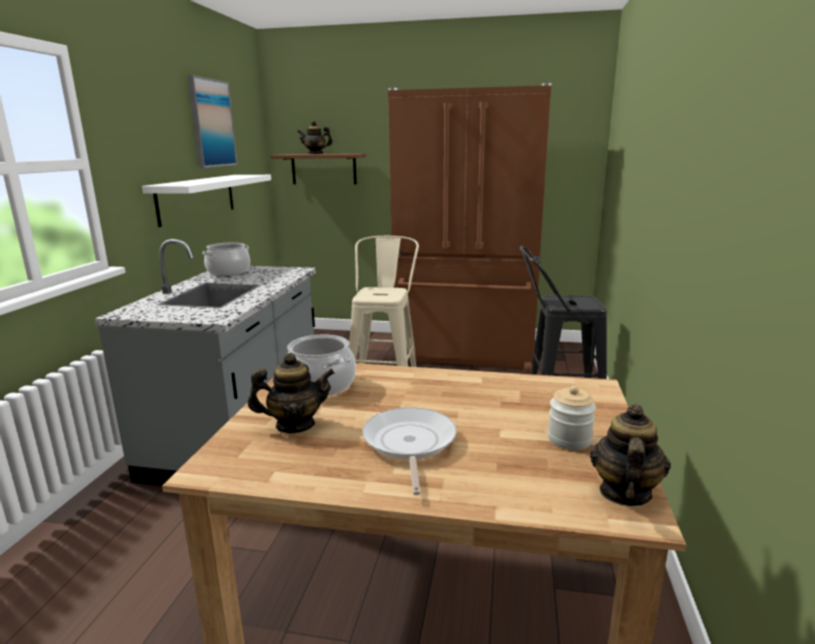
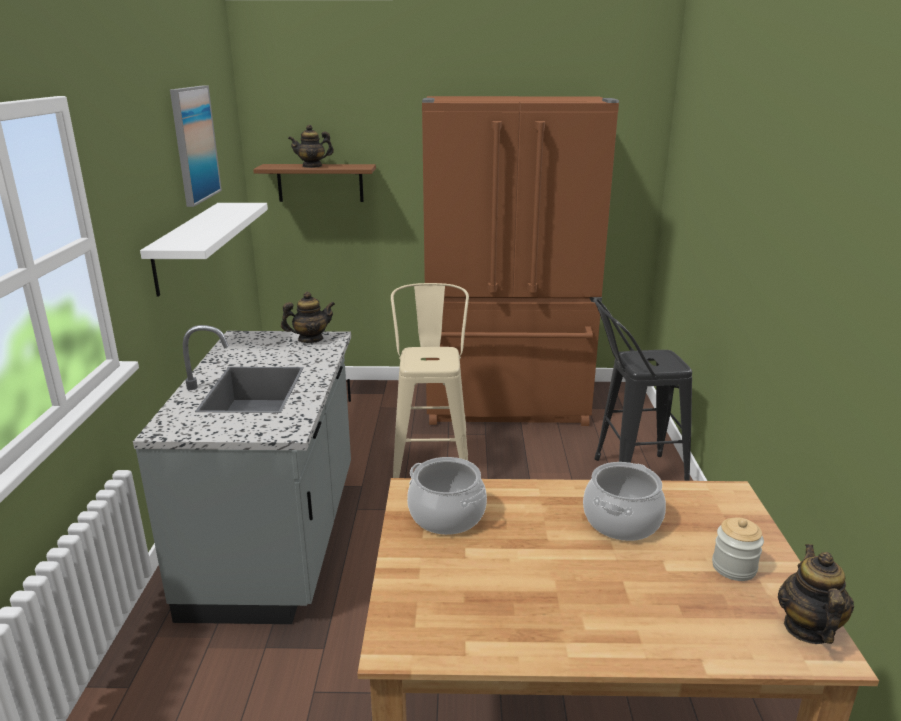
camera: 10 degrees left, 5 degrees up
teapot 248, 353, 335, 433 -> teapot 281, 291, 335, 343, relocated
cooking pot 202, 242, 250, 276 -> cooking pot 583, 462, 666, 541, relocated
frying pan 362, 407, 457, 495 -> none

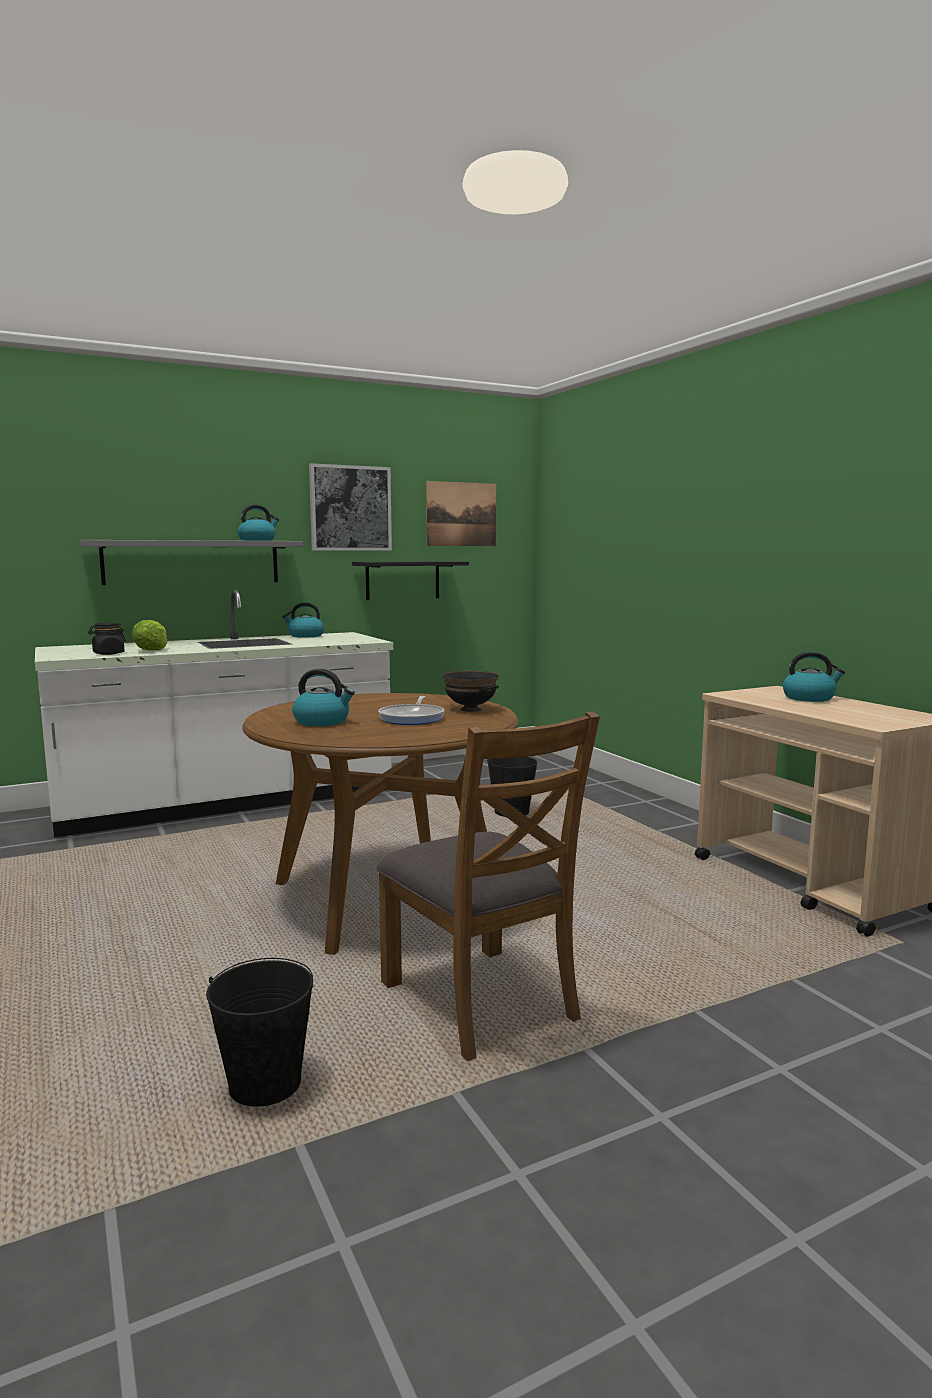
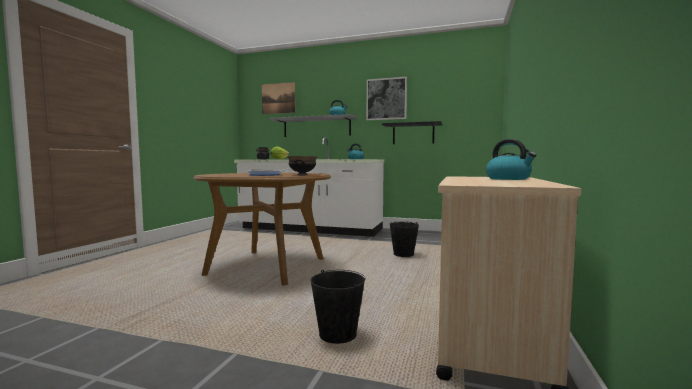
camera: 45 degrees right, 5 degrees down
picture 426, 481, 496, 546 -> picture 262, 82, 295, 114, relocated
black bucket 206, 958, 313, 1107 -> black bucket 310, 270, 366, 344, relocated
kettle 292, 669, 355, 726 -> none
brown chair 377, 711, 600, 1061 -> none

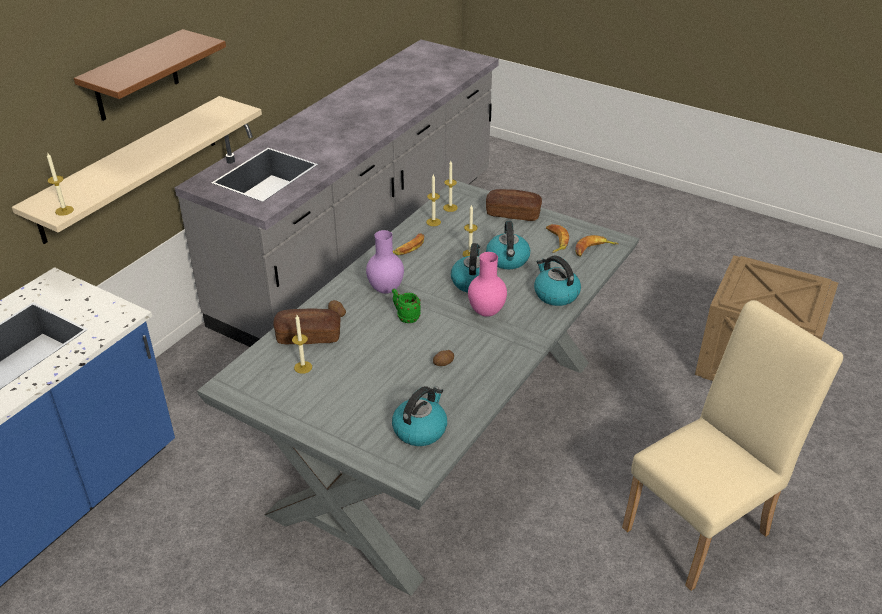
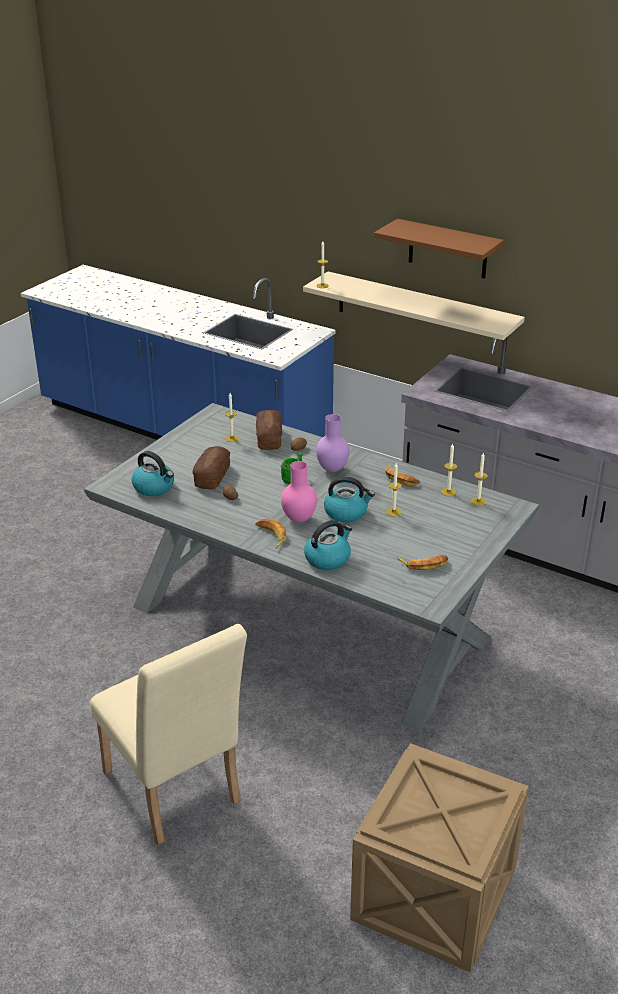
camera: 90 degrees right, 5 degrees down
bread 486, 189, 542, 221 -> bread 192, 446, 230, 489, relocated
banana 575, 235, 618, 257 -> banana 255, 519, 286, 549, relocated
kettle 486, 221, 530, 269 -> none

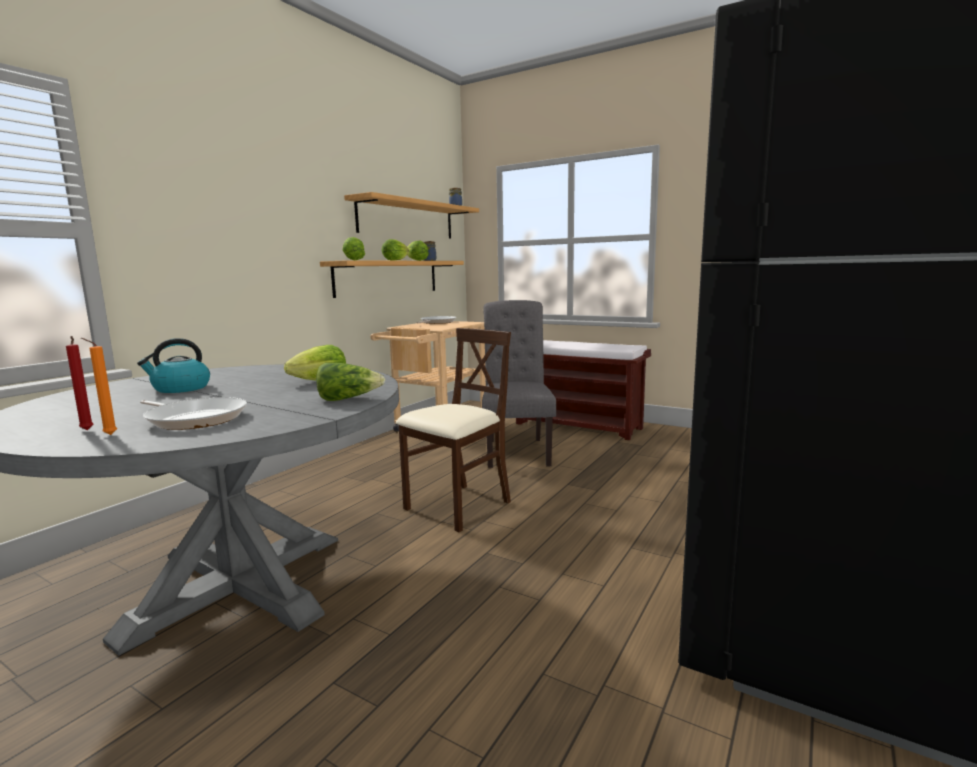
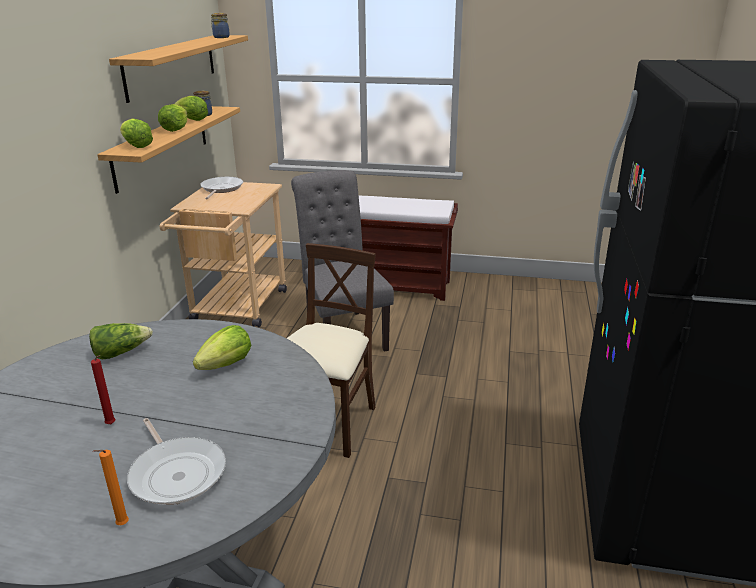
camera: 20 degrees left, 15 degrees up
lettuce 316, 363, 385, 401 -> lettuce 89, 323, 153, 359, relocated
red candle 66, 336, 93, 430 -> red candle 91, 355, 116, 424, relocated
frying pan 140, 397, 247, 430 -> frying pan 127, 418, 226, 505, 45 degrees clockwise
kettle 137, 338, 210, 393 -> none

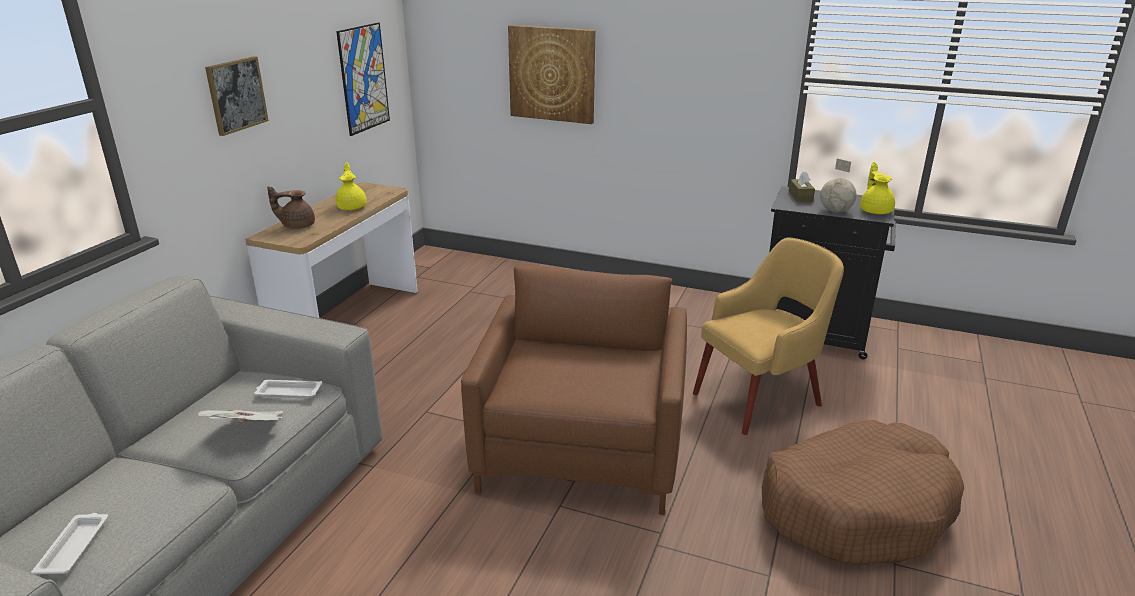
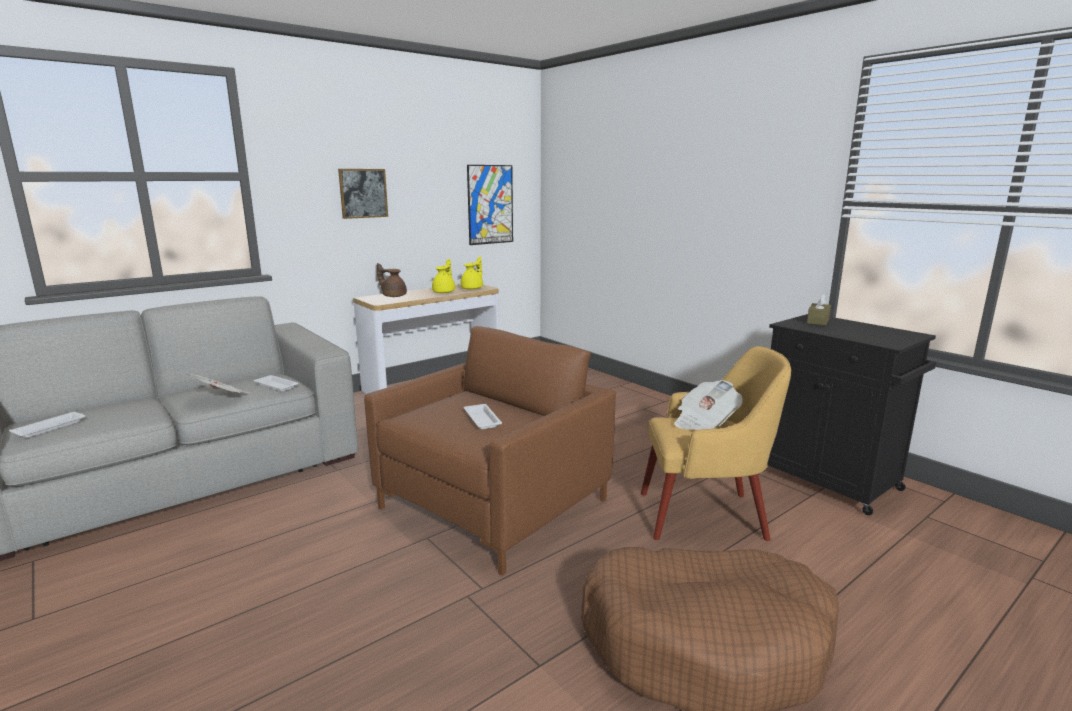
camera: 30 degrees right, 10 degrees down
yellow teapot 860, 162, 895, 214 -> yellow teapot 460, 256, 483, 289, relocated
none -> white tray 464, 404, 502, 429
none -> newspaper 674, 380, 743, 430
picture 508, 25, 596, 124 -> none
globe 820, 159, 857, 213 -> none

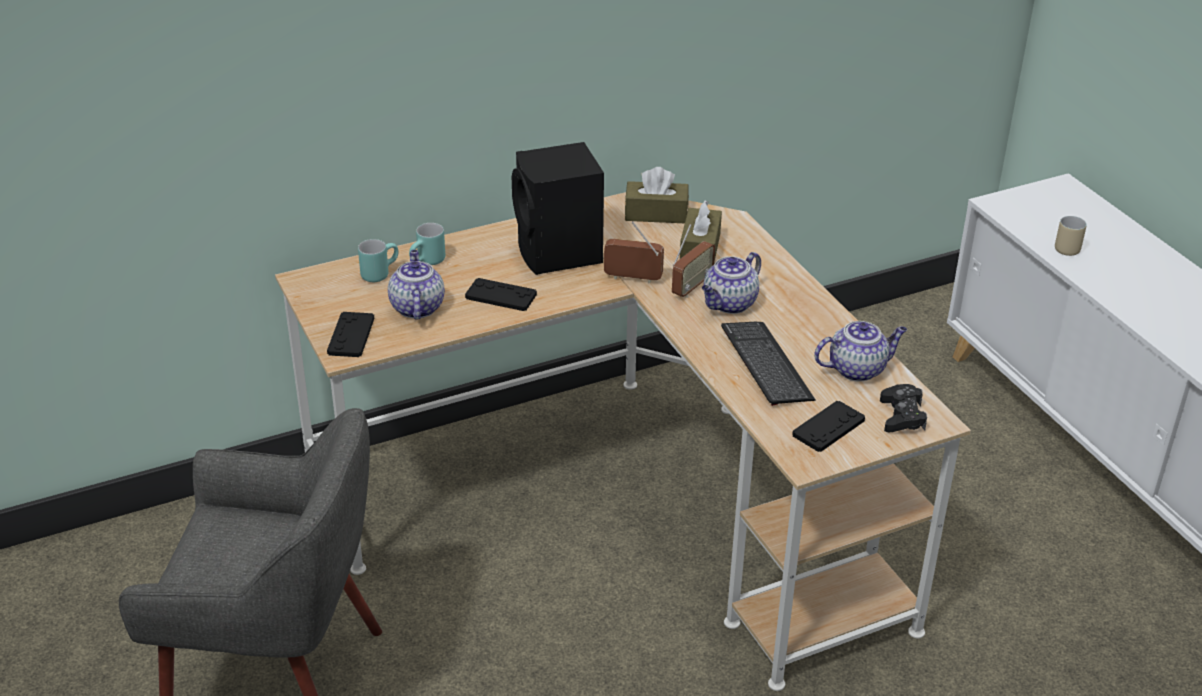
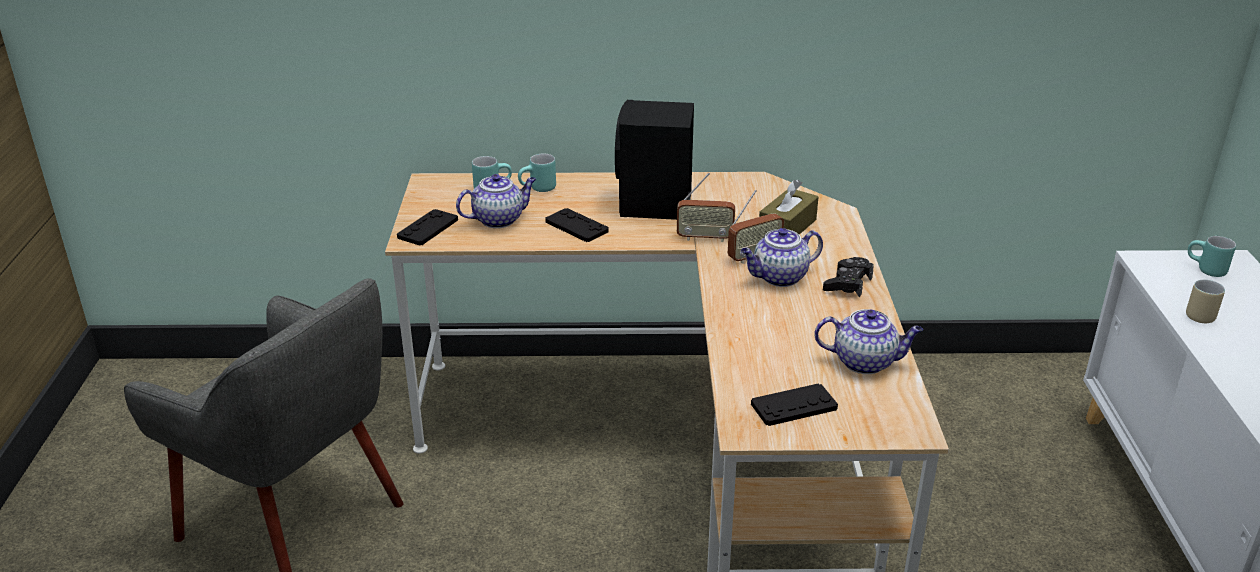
camera: 25 degrees right, 5 degrees down
teapot 388, 250, 445, 320 -> teapot 456, 174, 536, 228, 45 degrees clockwise
radio 604, 221, 664, 283 -> radio 677, 173, 735, 242, 150 degrees clockwise
black game controller 880, 384, 927, 432 -> black game controller 823, 257, 874, 298, relocated
none -> turquoise mug 1188, 236, 1236, 277
brown tissue box 625, 167, 689, 223 -> none
keyboard 721, 322, 816, 406 -> none

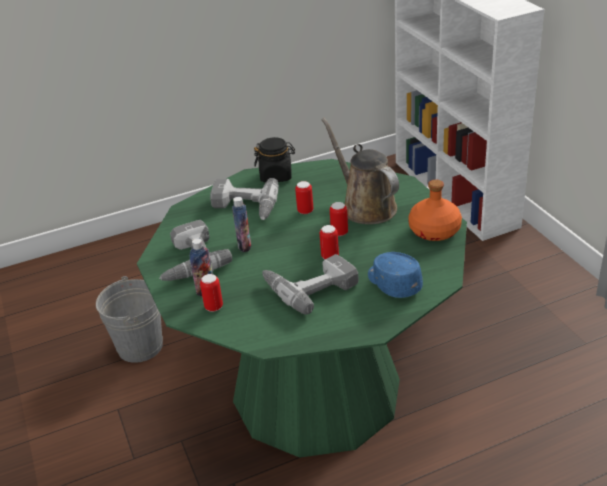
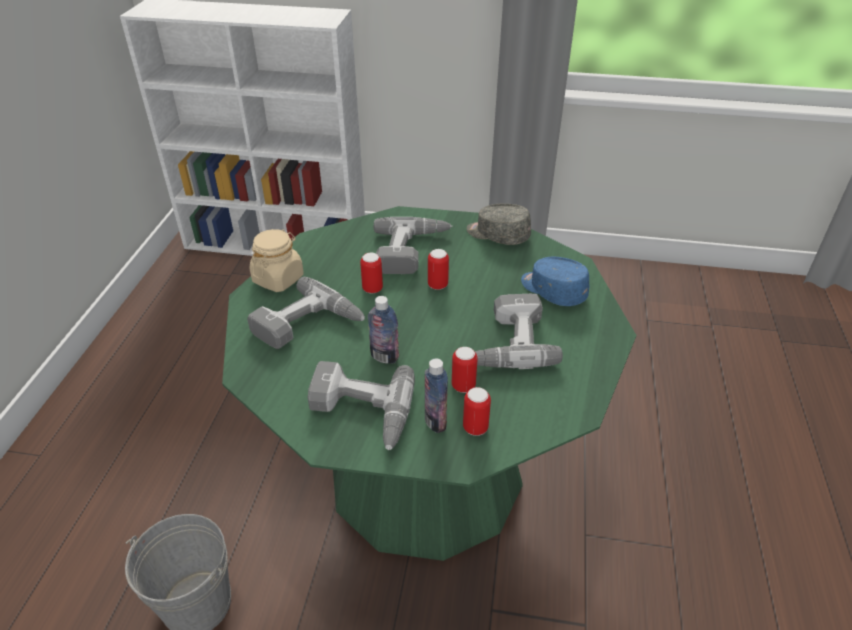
camera: 60 degrees left, 5 degrees up
black jar 254, 137, 295, 183 -> beige jar 250, 229, 304, 292
brown watering can 321, 118, 399, 224 -> power drill 374, 217, 452, 274
can 320, 225, 339, 260 -> can 452, 347, 478, 393, relocated
orange bottle 408, 180, 462, 241 -> grey cap 467, 204, 531, 245
blue cap 368, 252, 423, 298 -> blue cap 521, 256, 590, 306, 45 degrees clockwise

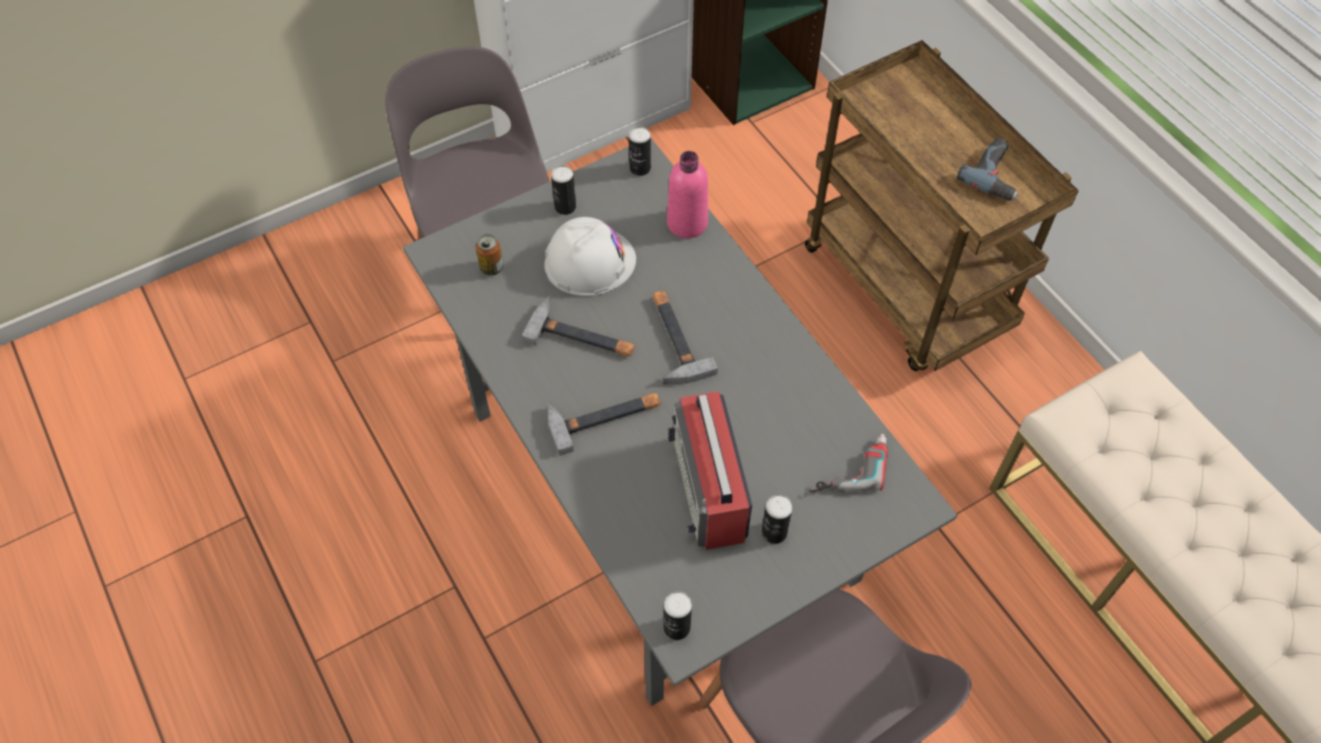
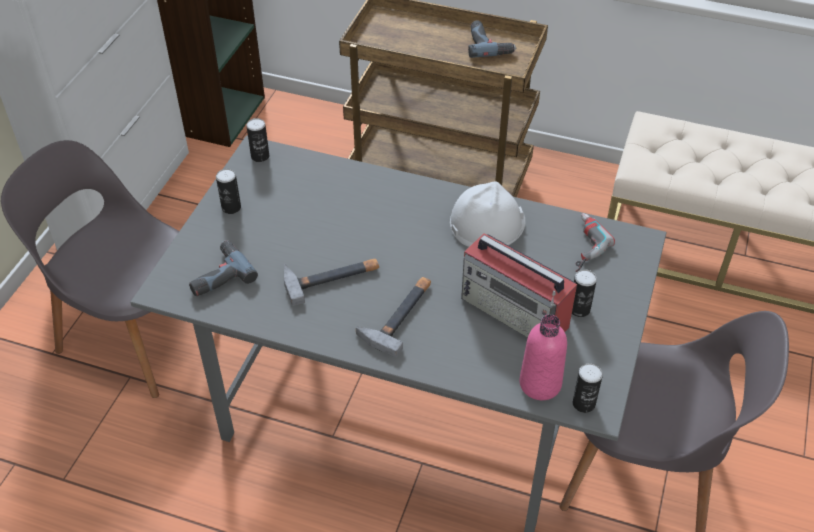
camera: 40 degrees left, 10 degrees down
can 476, 234, 503, 275 -> power drill 189, 241, 258, 296
white hard hat 544, 217, 636, 296 -> white hard hat 450, 181, 526, 247, relocated
pink bottle 667, 151, 708, 238 -> pink bottle 520, 314, 567, 400, relocated
hammer 653, 290, 718, 385 -> none

